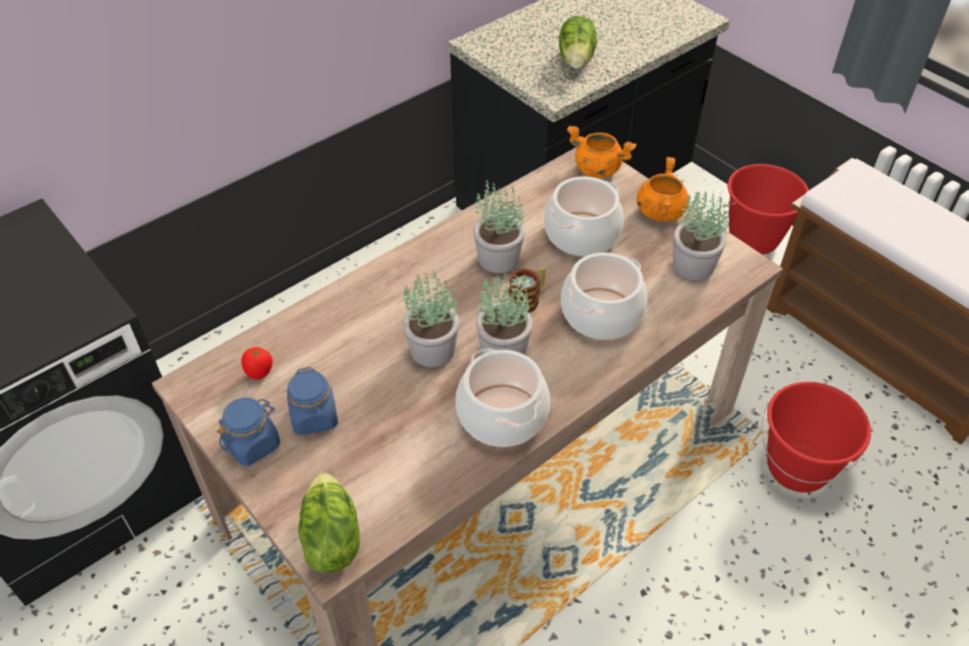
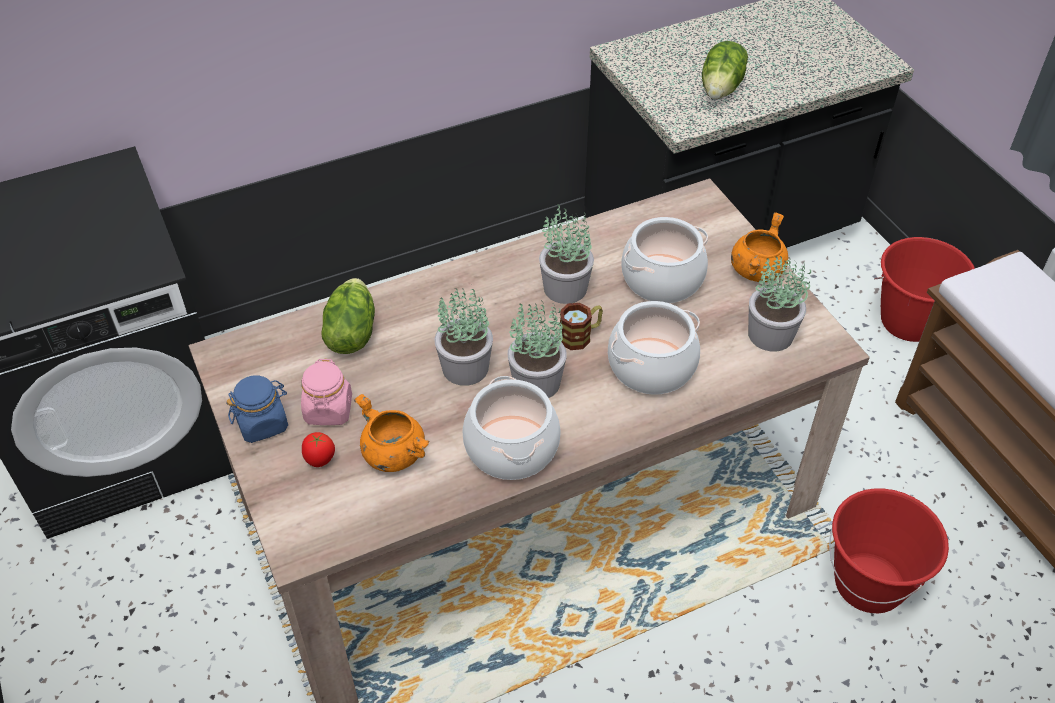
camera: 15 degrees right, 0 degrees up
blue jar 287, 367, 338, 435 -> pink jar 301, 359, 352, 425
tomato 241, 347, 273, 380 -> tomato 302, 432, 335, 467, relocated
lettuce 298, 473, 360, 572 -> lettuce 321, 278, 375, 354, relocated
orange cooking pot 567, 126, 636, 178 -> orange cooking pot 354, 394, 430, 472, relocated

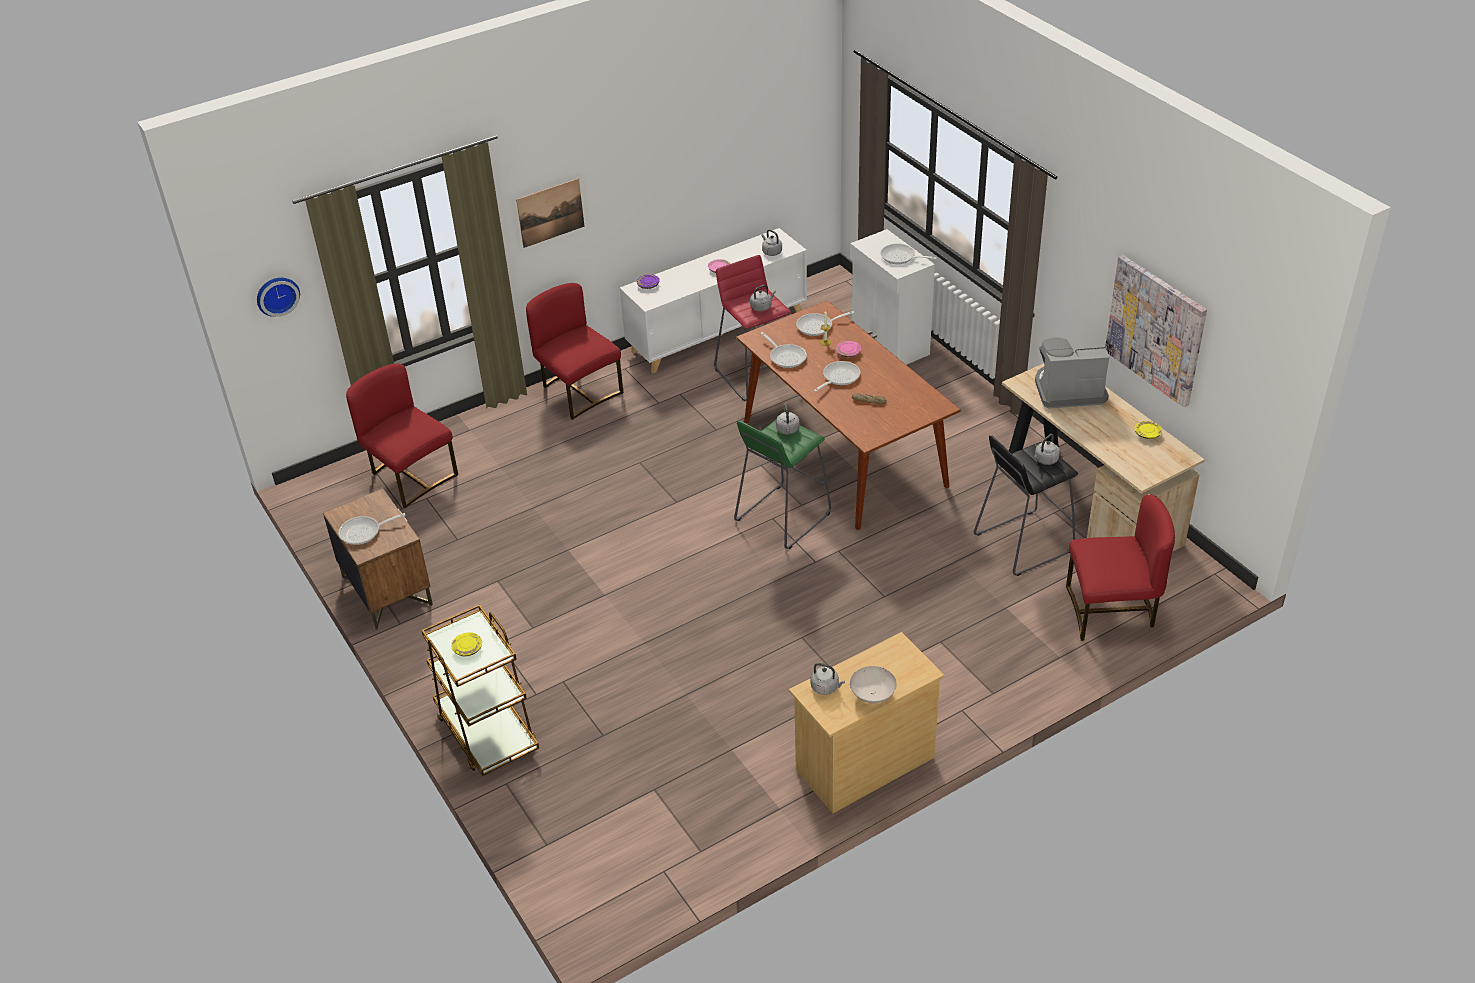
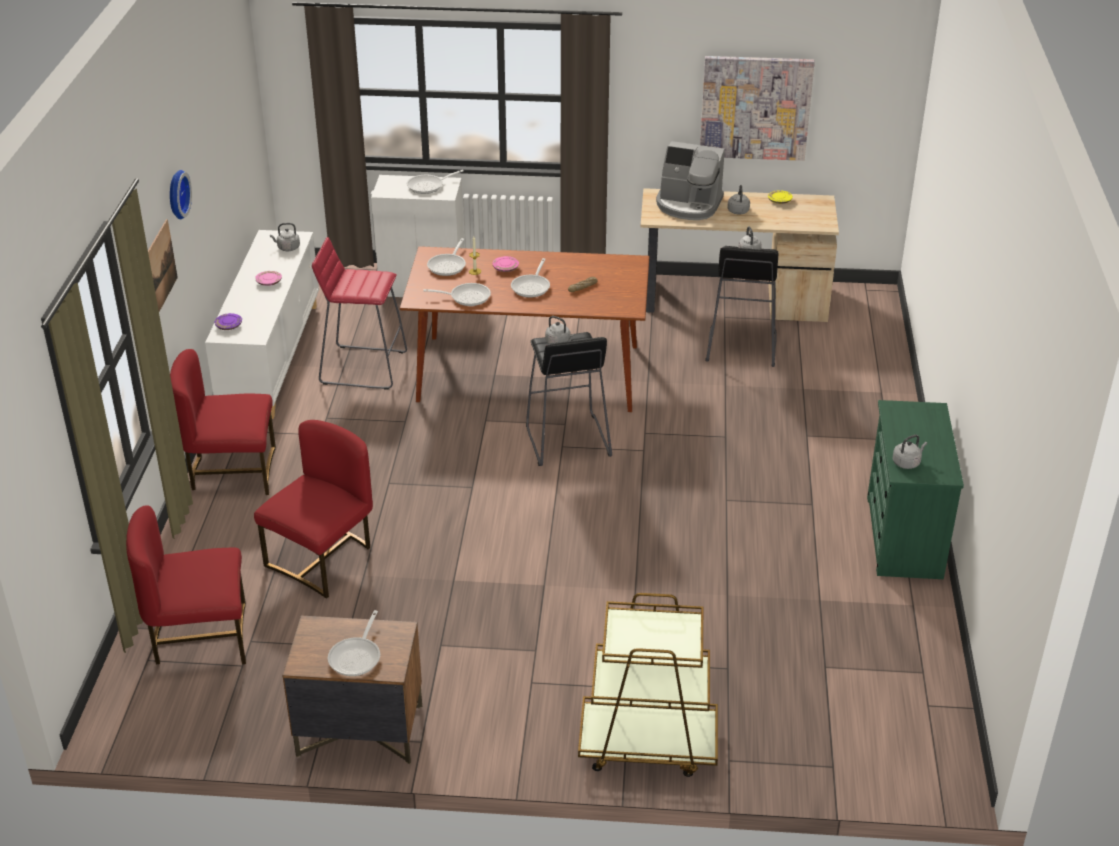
camera: 55 degrees left, 5 degrees down
wall clock 257, 277, 300, 317 -> wall clock 170, 170, 192, 219, relocated
red chair 1066, 494, 1175, 641 -> red chair 254, 420, 373, 599, relocated
frying pan 814, 361, 861, 392 -> frying pan 511, 258, 550, 297, 150 degrees counterclockwise
green stool 734, 420, 831, 549 -> black stool 526, 332, 612, 466
coffee machine 1035, 337, 1109, 409 -> coffee machine 656, 141, 725, 220, 105 degrees counterclockwise
grey kettle 750, 285, 776, 311 -> grey kettle 727, 185, 750, 215, relocated
beige dresser 789, 632, 944, 813 -> green dresser 867, 400, 964, 579
yellow plate 451, 632, 482, 656 -> none
white bowl 850, 666, 897, 703 -> none

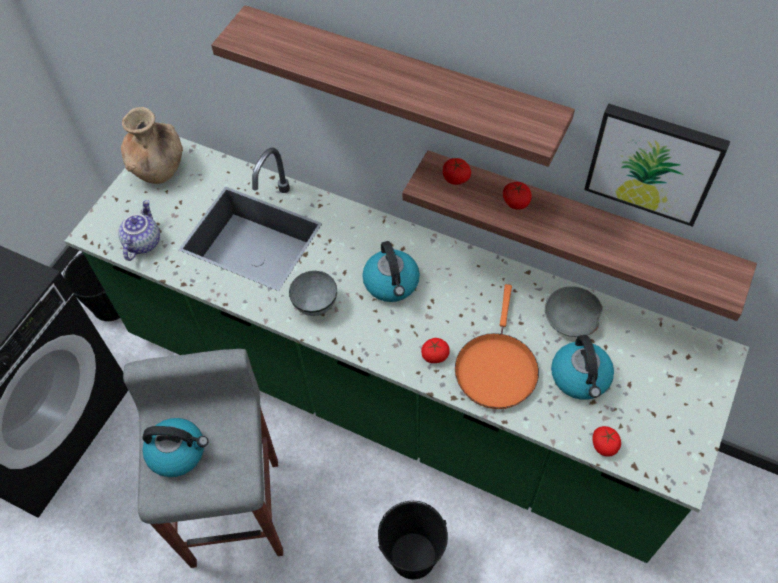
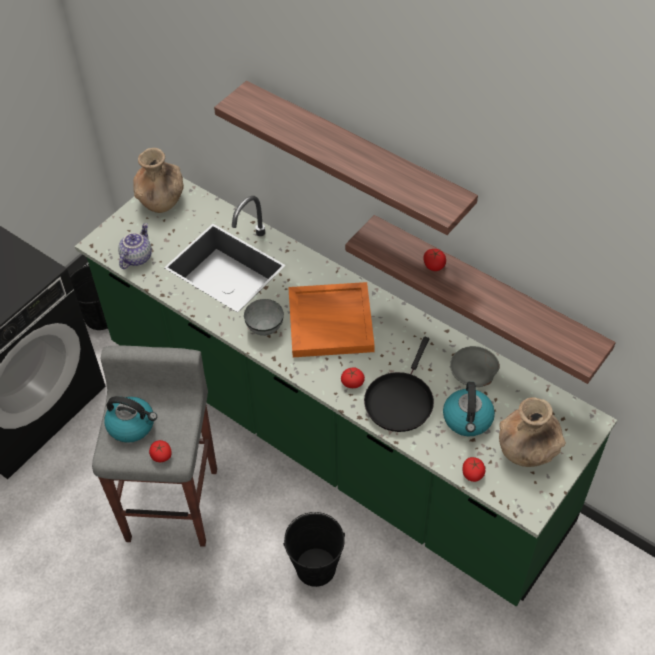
camera: 10 degrees right, 5 degrees down
tomato 443, 158, 471, 185 -> tomato 149, 440, 172, 462, relocated
kettle 362, 241, 420, 302 -> orange tray 288, 282, 375, 357
orange frying pan 455, 284, 539, 409 -> black frying pan 364, 337, 434, 432
none -> brown vase 499, 397, 566, 467
picture 584, 103, 730, 227 -> none

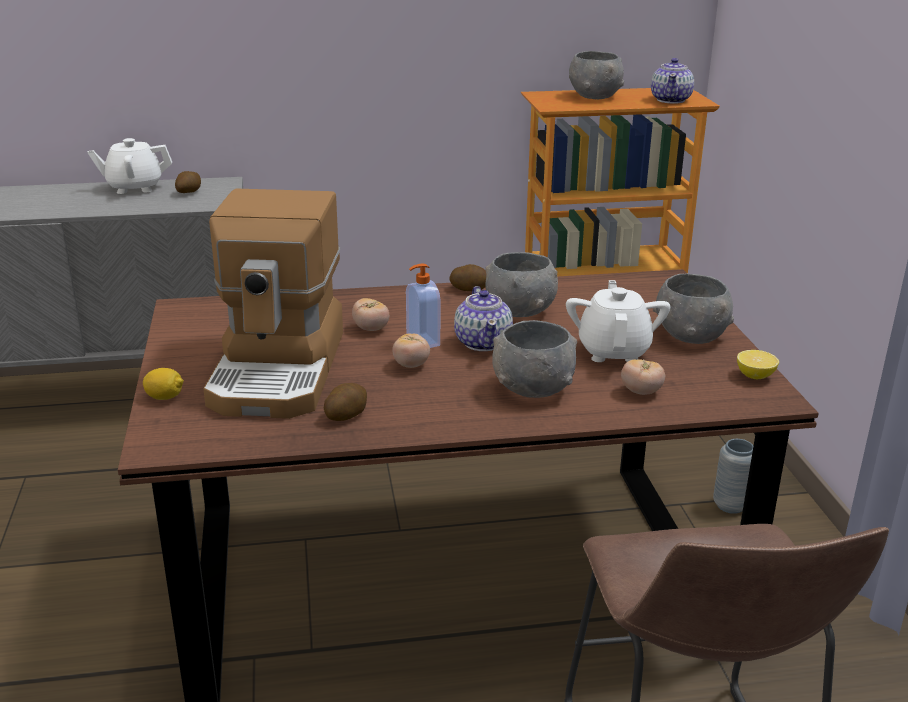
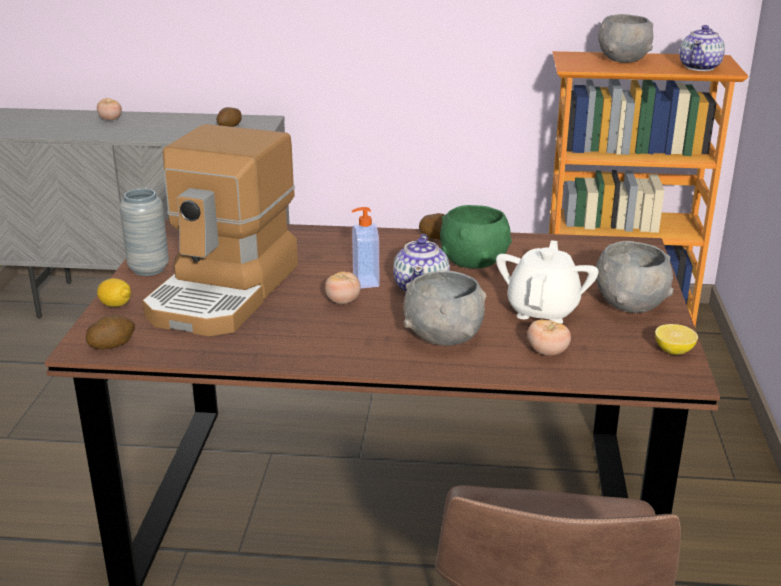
camera: 15 degrees right, 0 degrees up
potato 324, 383, 367, 421 -> potato 86, 315, 135, 350, relocated
tomato 352, 298, 389, 331 -> tomato 97, 98, 122, 120, relocated
grey vase 713, 439, 754, 514 -> grey vase 119, 188, 169, 276, relocated
grey bowl 485, 252, 558, 317 -> green bowl 440, 205, 512, 269
white teapot 87, 138, 172, 194 -> none

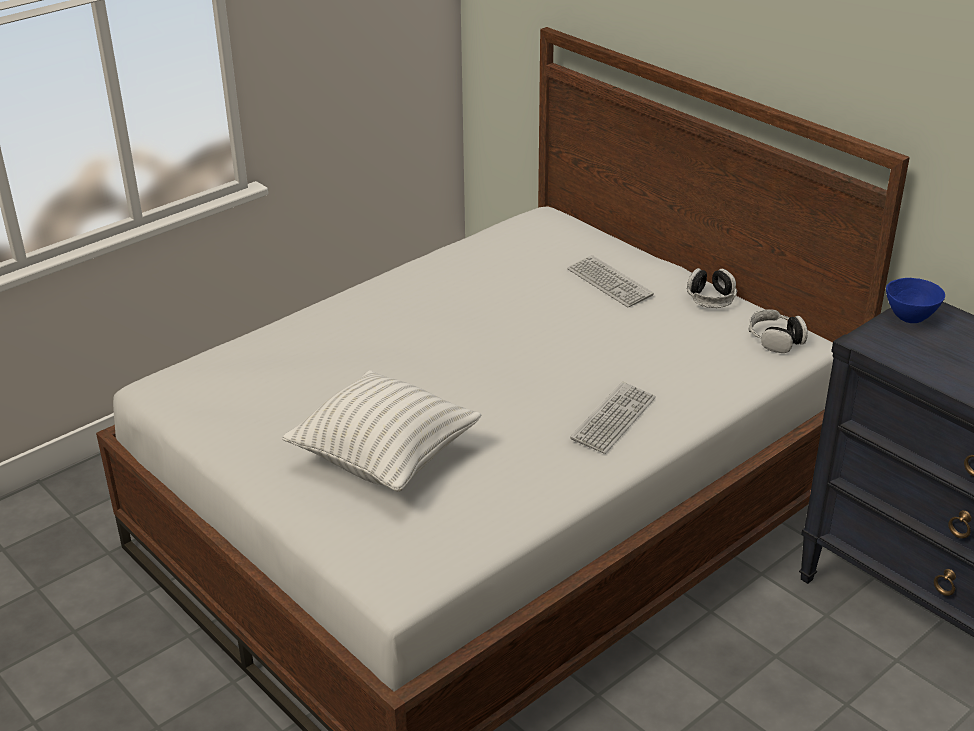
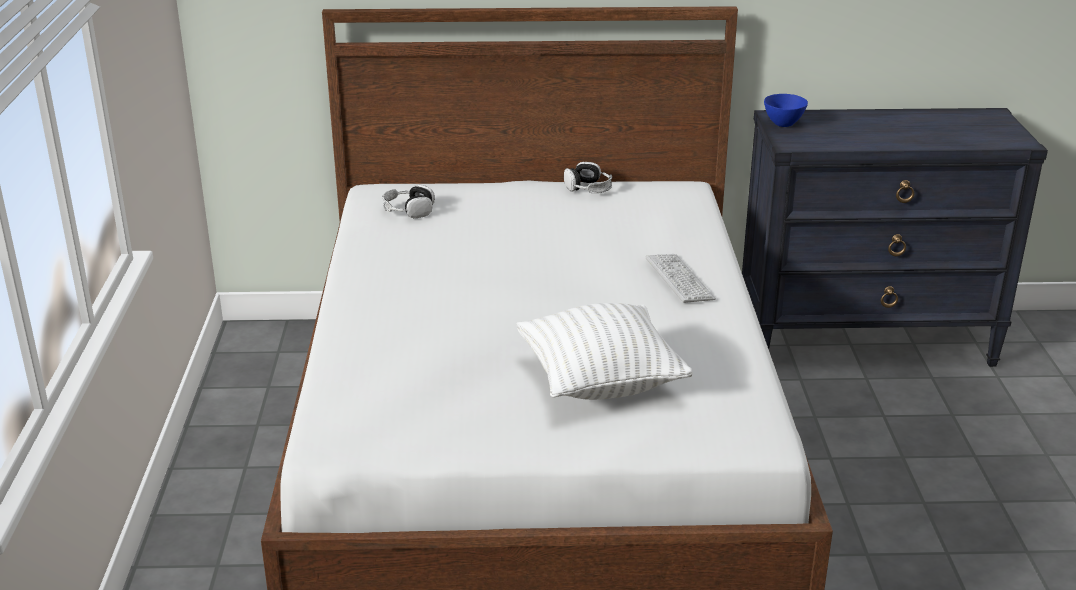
camera: 50 degrees left, 5 degrees down
headphones 749, 309, 808, 353 -> headphones 383, 184, 435, 218, relocated
keyboard 567, 255, 654, 307 -> none

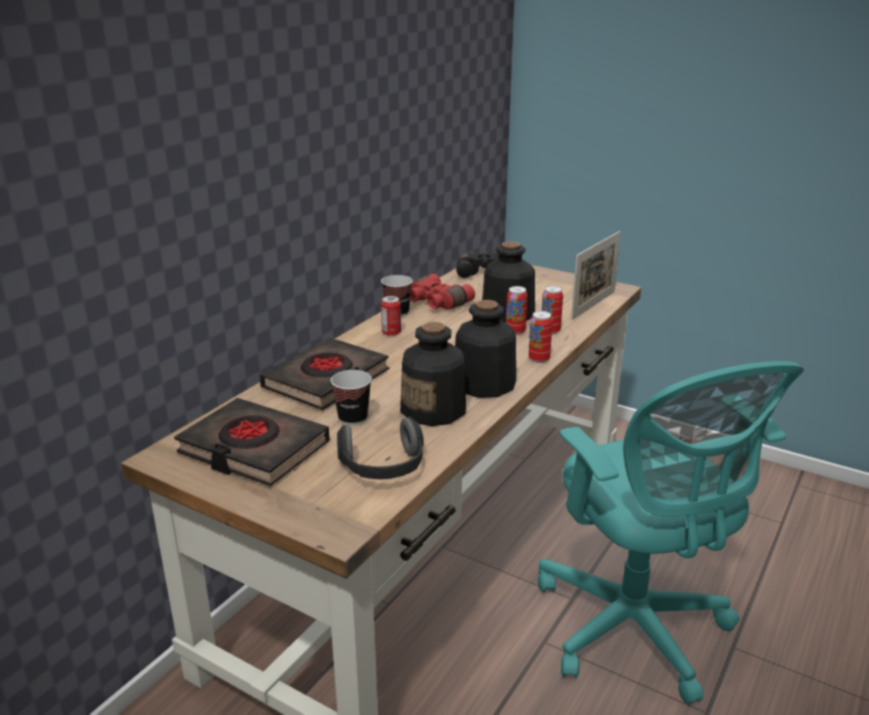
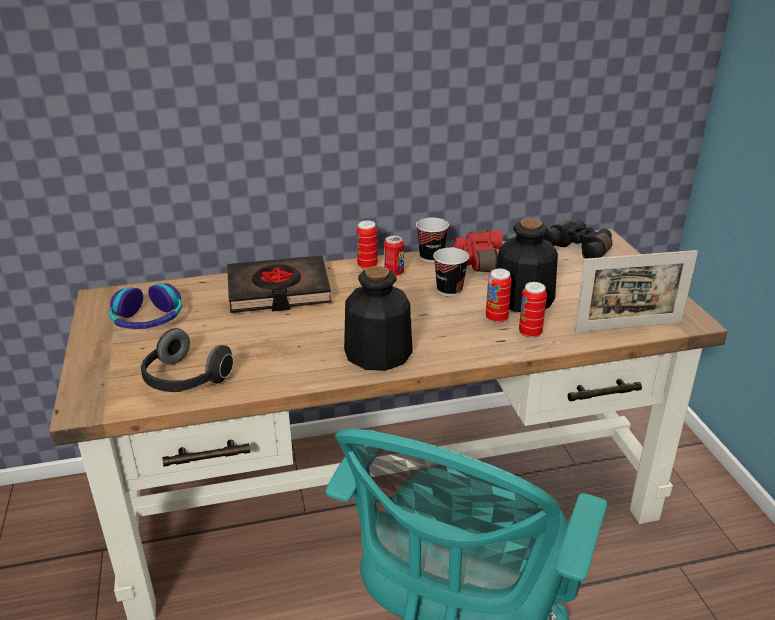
camera: 45 degrees right, 5 degrees up
black book 174, 398, 330, 486 -> headphones 109, 283, 182, 329
can 529, 311, 553, 363 -> can 356, 220, 378, 270, relocated
cup 331, 370, 372, 426 -> cup 433, 248, 469, 296, relocated
bottle 400, 322, 466, 426 -> none

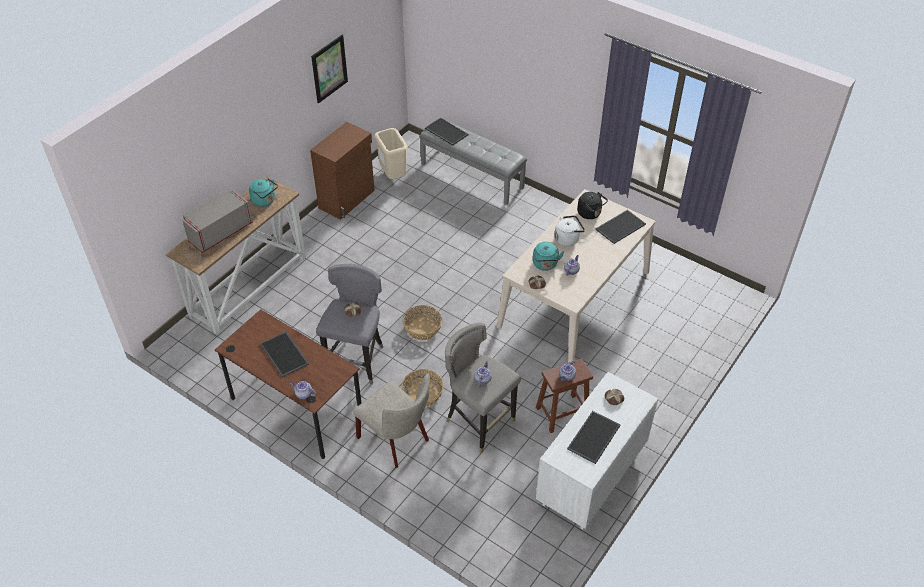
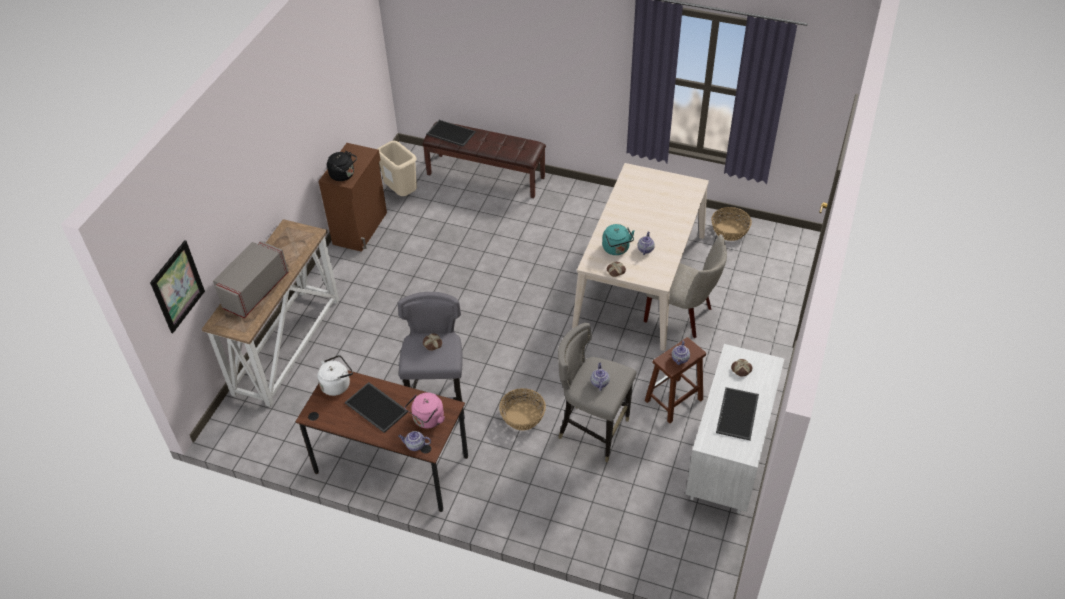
camera: 15 degrees left, 0 degrees up
picture 311, 35, 348, 103 -> picture 150, 240, 205, 333, relocated
white kettle 554, 215, 585, 247 -> white kettle 317, 355, 353, 396, relocated
black kettle 577, 192, 608, 219 -> black kettle 327, 151, 357, 181, relocated
none -> pink kettle 405, 392, 445, 429
grey bench 419, 122, 527, 205 -> brown bench 422, 123, 546, 199
beige chair 353, 374, 430, 468 -> beige chair 644, 234, 727, 338, relocated
basket 403, 305, 442, 340 -> basket 711, 207, 752, 241, relocated
turquoise kettle 249, 178, 278, 207 -> none
tray 595, 210, 646, 244 -> none

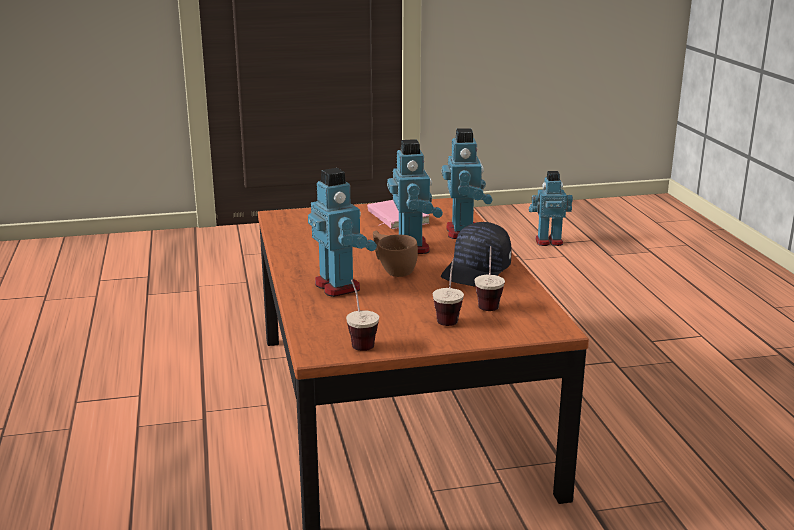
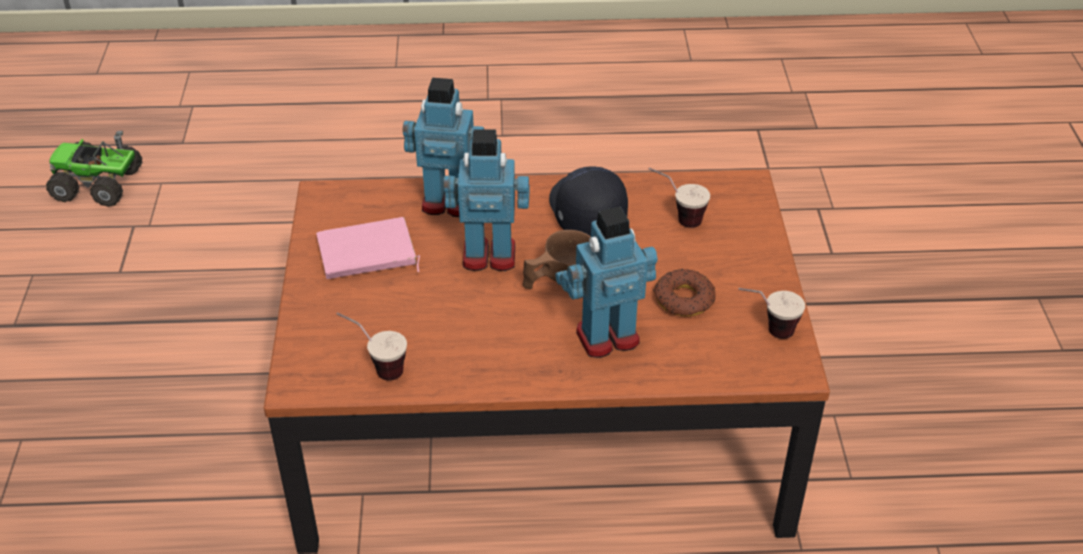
camera: 80 degrees left, 20 degrees up
toy robot 529, 171, 573, 246 -> toy truck 46, 131, 142, 207
cup 432, 259, 464, 326 -> cup 337, 312, 407, 381, relocated
black cap 441, 222, 512, 286 -> black cap 549, 166, 628, 237, 150 degrees counterclockwise
none -> donut 653, 269, 716, 316

